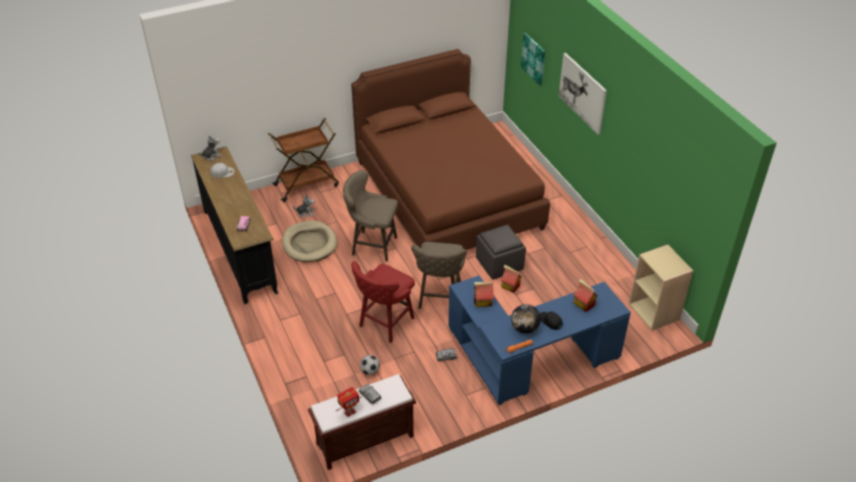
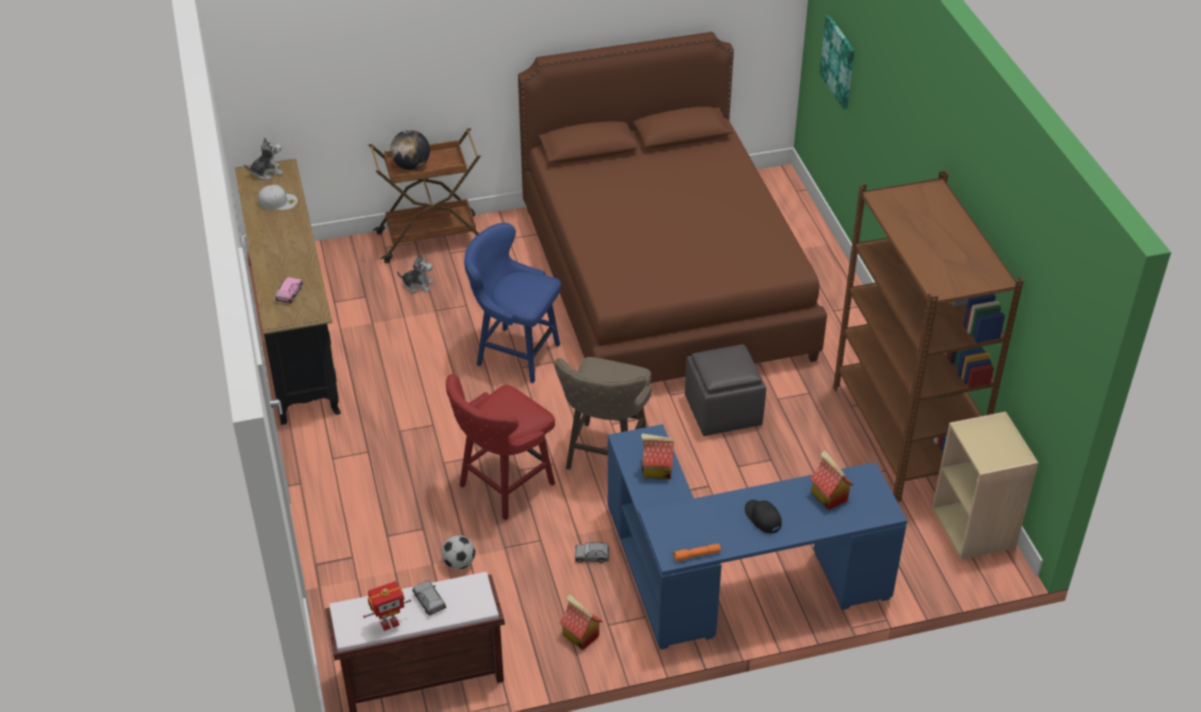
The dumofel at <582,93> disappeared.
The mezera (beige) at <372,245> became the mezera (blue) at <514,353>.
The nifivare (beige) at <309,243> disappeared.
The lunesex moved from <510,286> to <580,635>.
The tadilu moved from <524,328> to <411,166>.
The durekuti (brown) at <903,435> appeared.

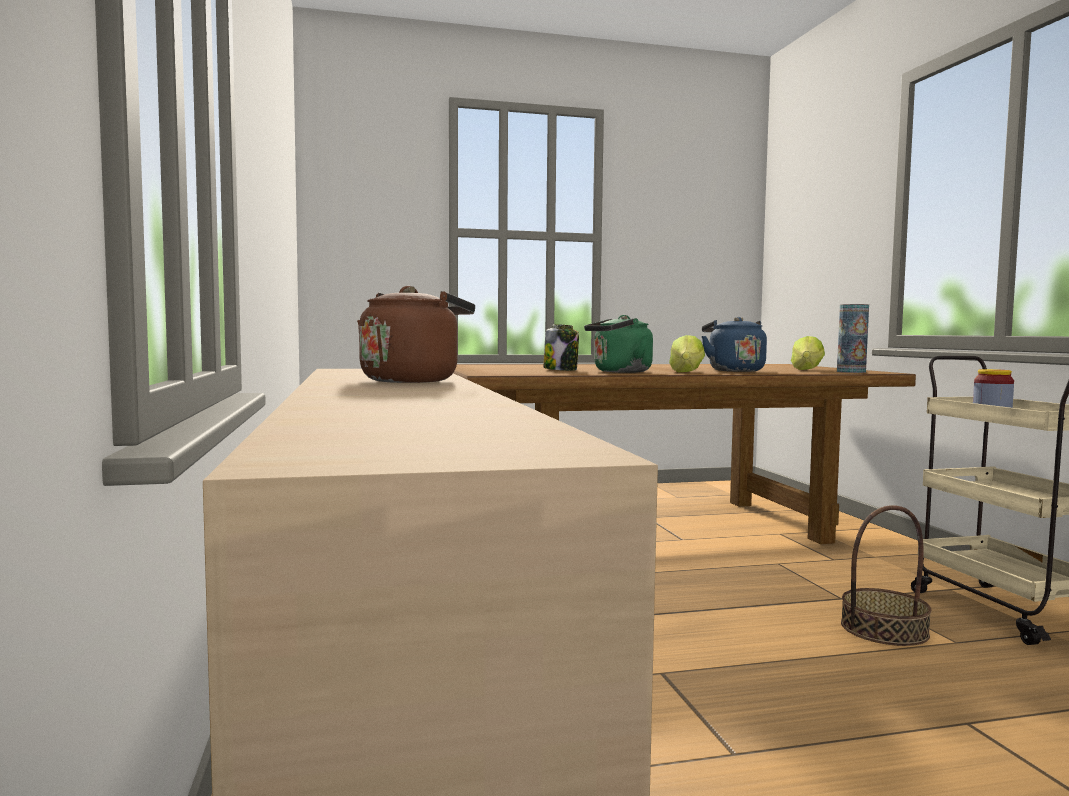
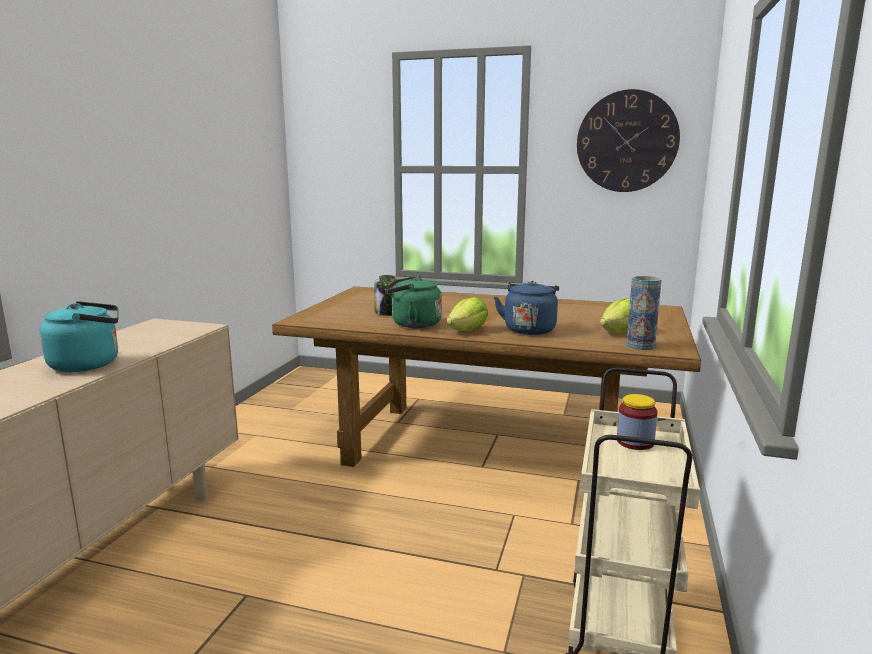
The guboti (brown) at <413,380> became the guboti (turquoise) at <89,364>.
The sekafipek at <884,629> disappeared.
The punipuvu at <627,141> appeared.

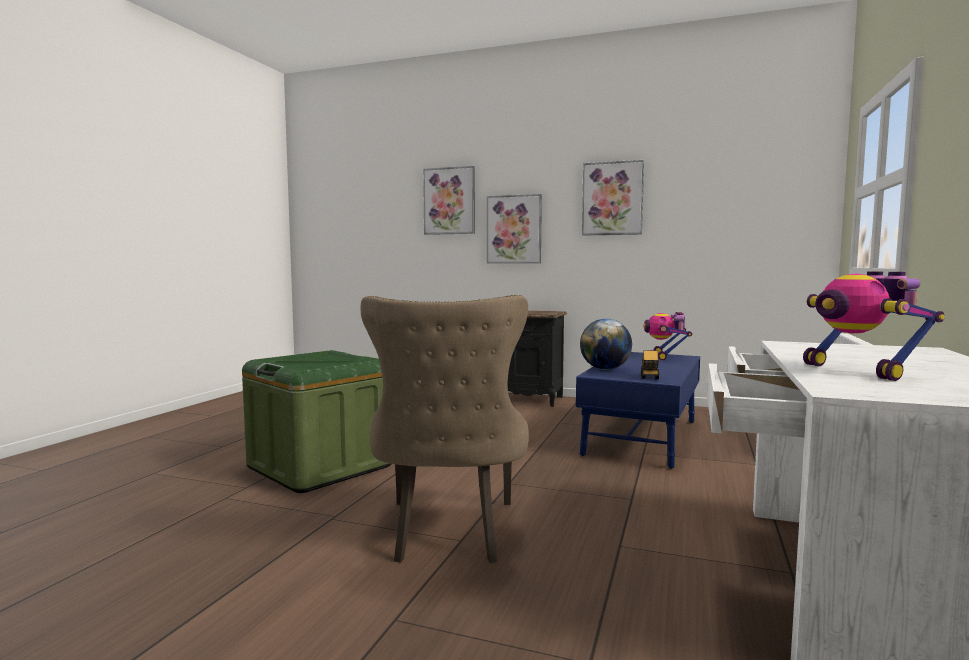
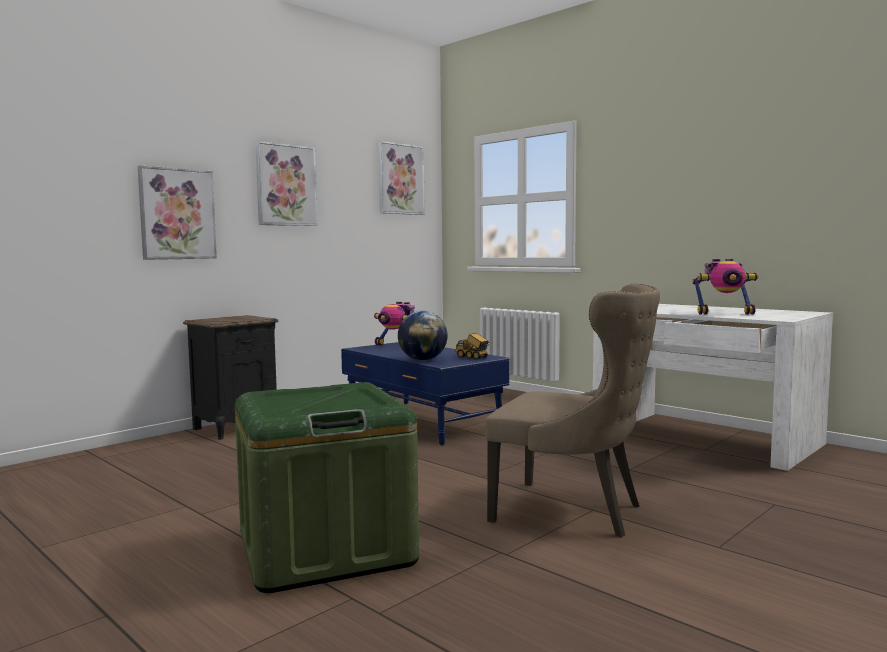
The dumofel moved from <449,201> to <400,179>.

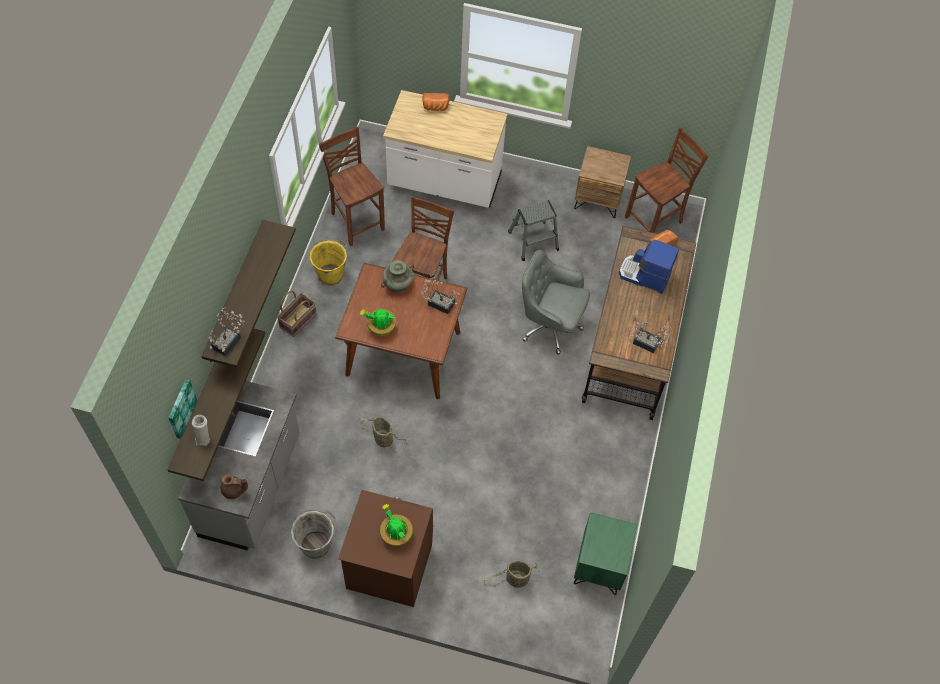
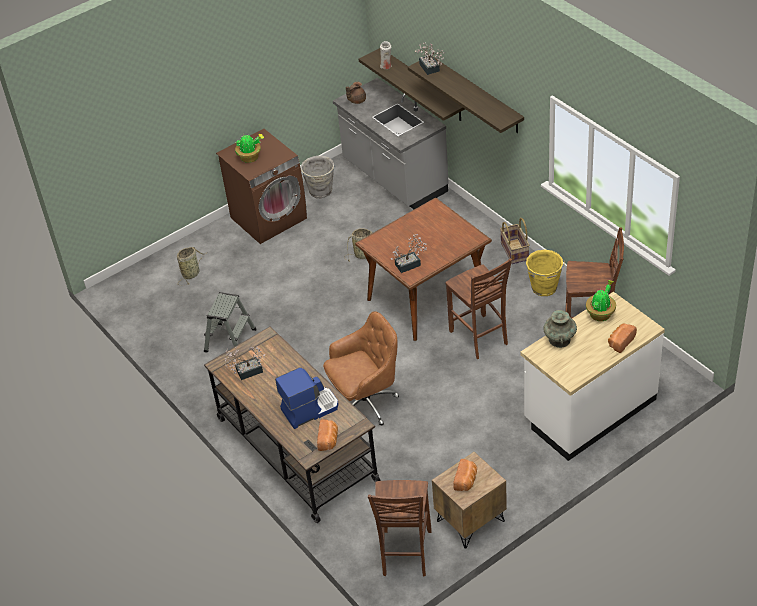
The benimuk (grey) moved from <533,240> to <230,340>.
The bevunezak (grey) at <550,326> became the bevunezak (brown) at <366,403>.
The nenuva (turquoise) moved from <398,285> to <559,339>.
The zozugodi moved from <380,328> to <601,314>.
The dumofel at <180,408> disappeared.
The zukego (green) at <600,566> disappeared.
The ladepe at <466,481> appeared.

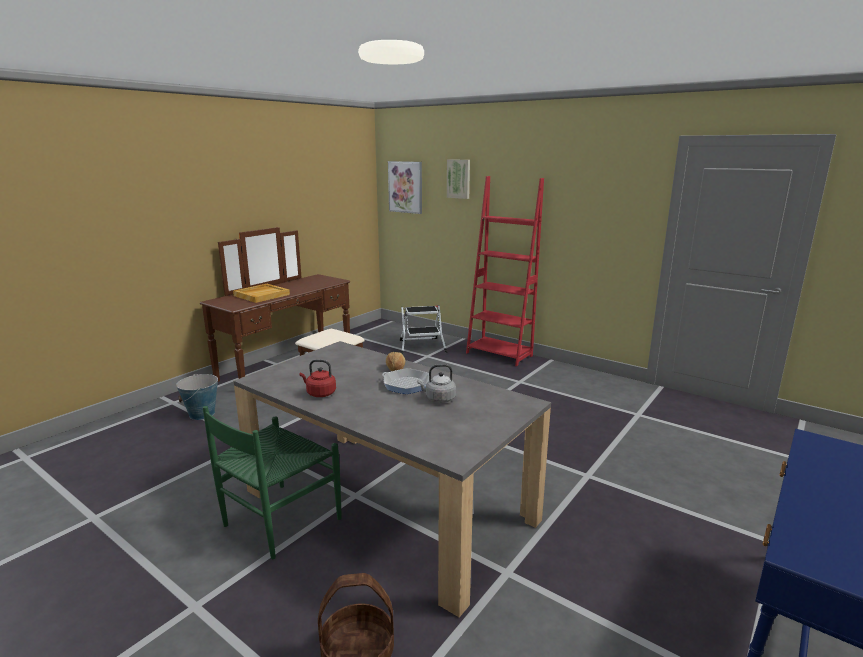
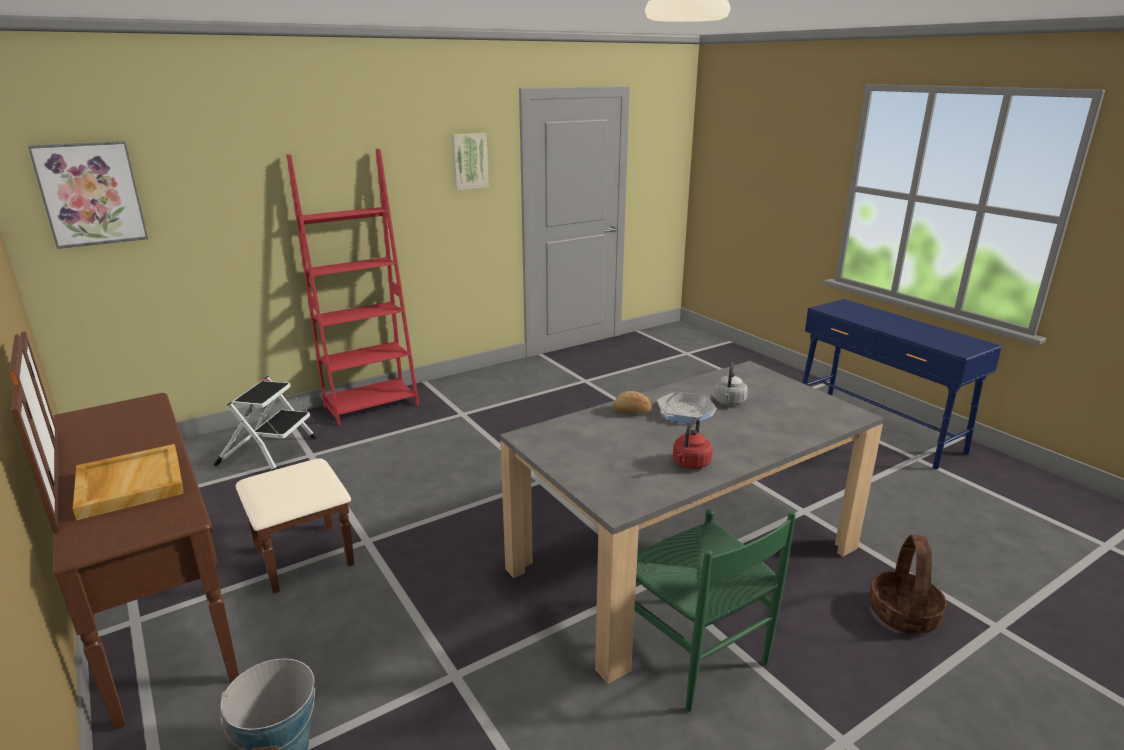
The dumofel moved from <459,179> to <469,161>.

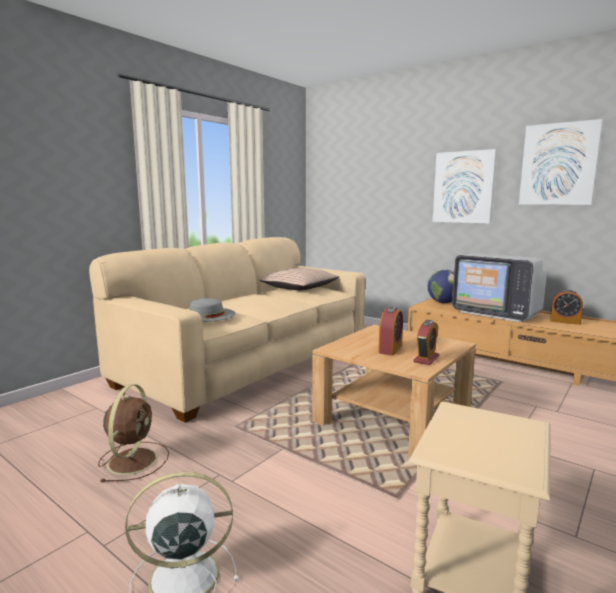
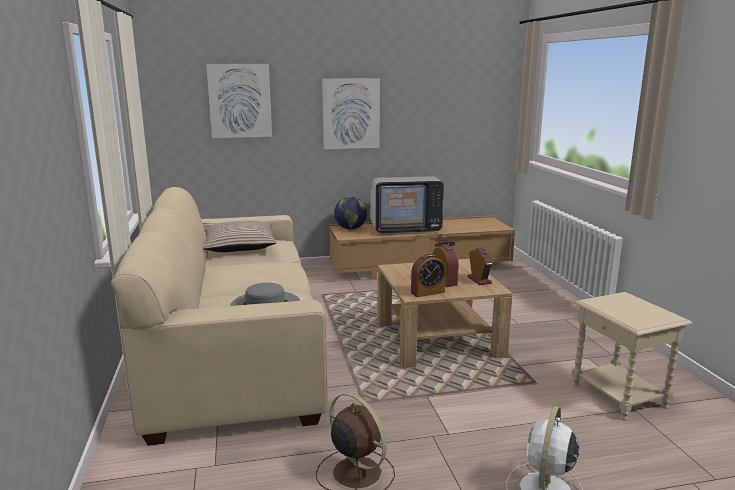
The dumofel moved from <558,164> to <240,101>.
The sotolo moved from <565,321> to <427,292>.

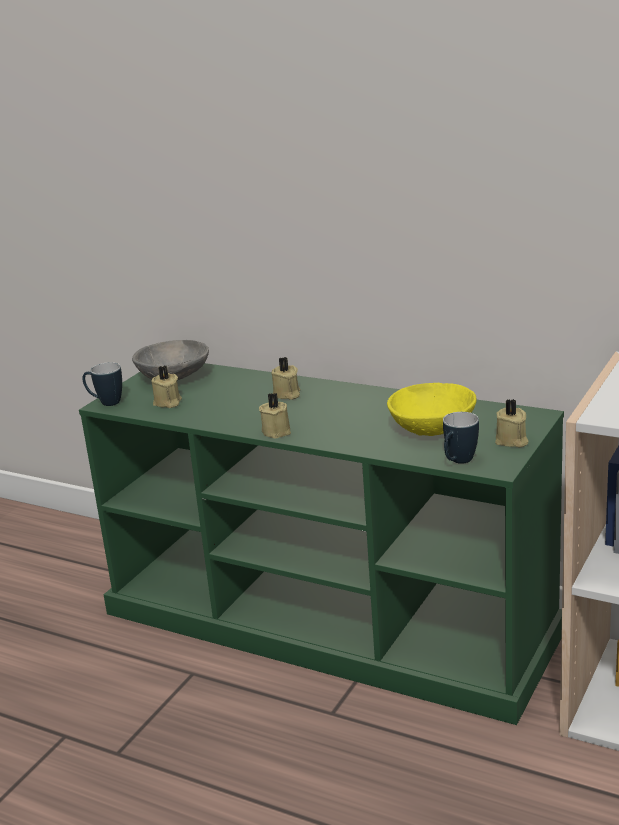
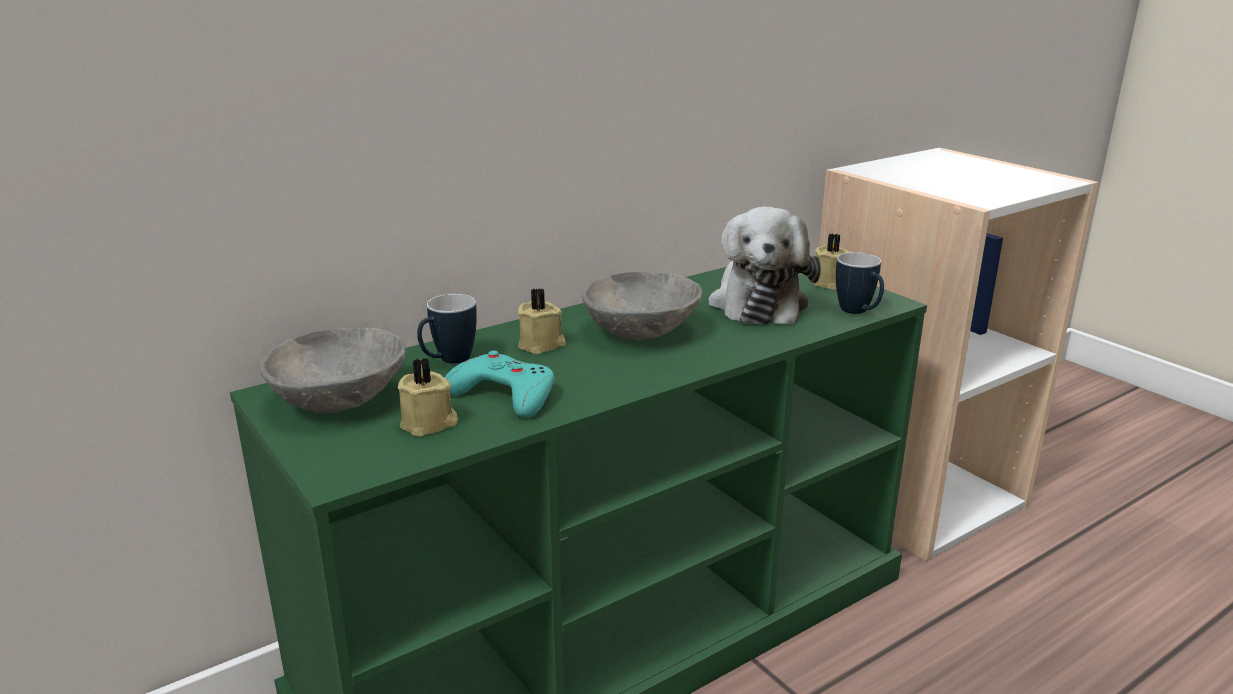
The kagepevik moved from <105,402> to <448,361>.
The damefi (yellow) at <433,428> was replaced by the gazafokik at <758,302>.
The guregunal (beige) at <277,431> disappeared.
The damefi (grey) at <643,331> appeared.
The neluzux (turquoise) at <504,394> appeared.

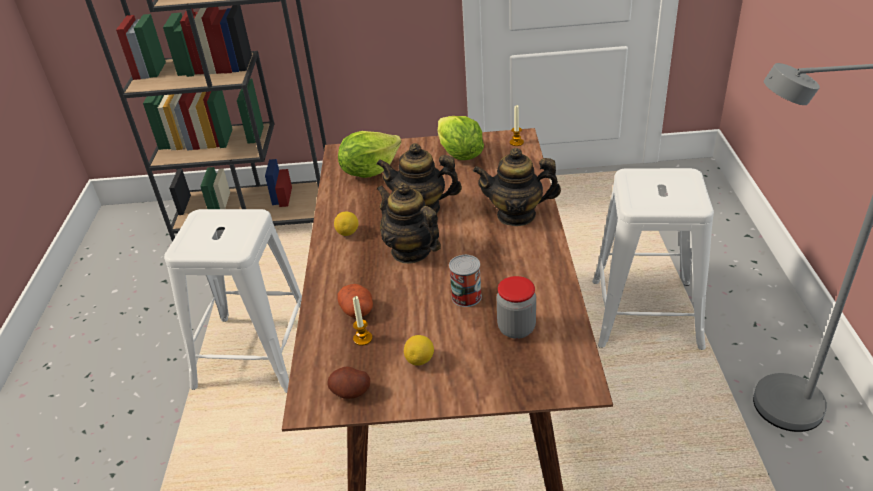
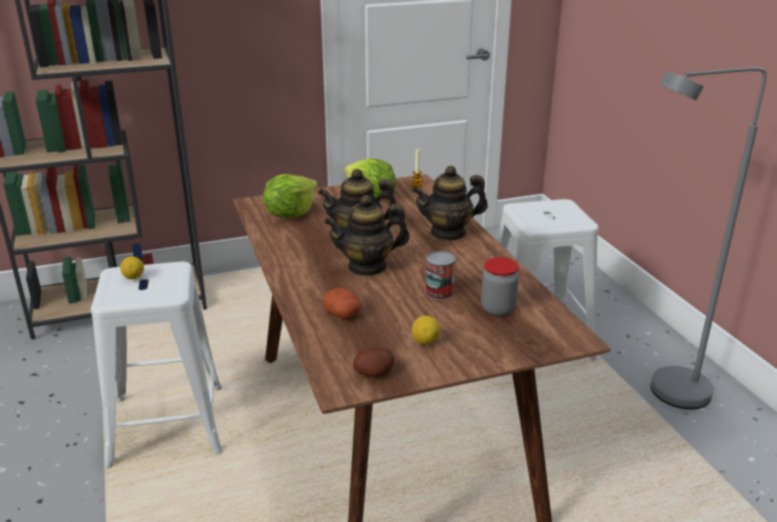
The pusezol at <411,251> turned 45 degrees counterclockwise.
The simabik moved from <348,233> to <134,277>.
The guregunal at <362,338> disappeared.

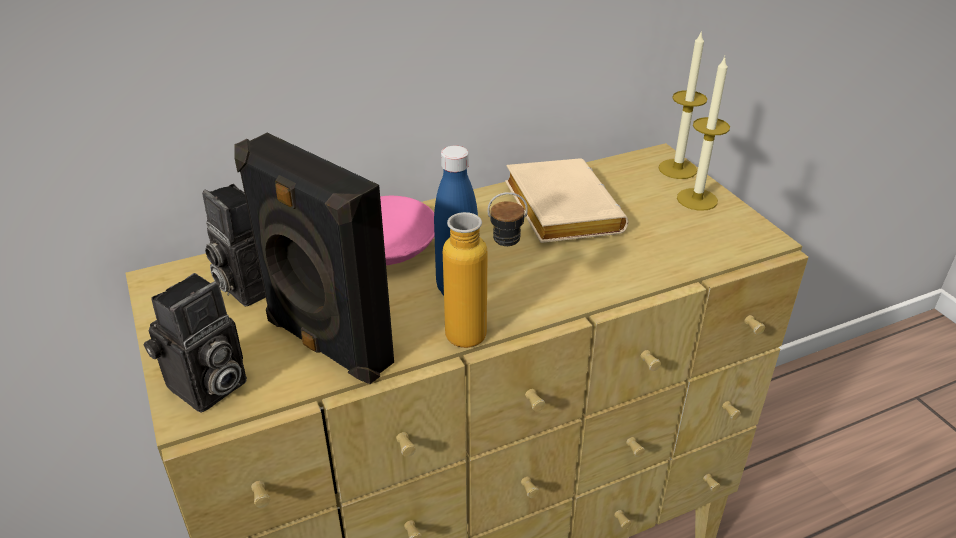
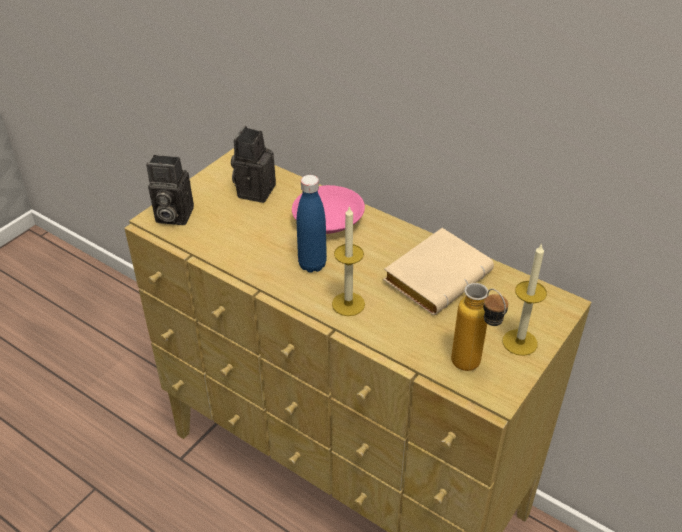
The guregunal moved from <677,169> to <348,304>.
The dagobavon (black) at <326,344> disappeared.
The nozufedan moved from <483,335> to <473,369>.

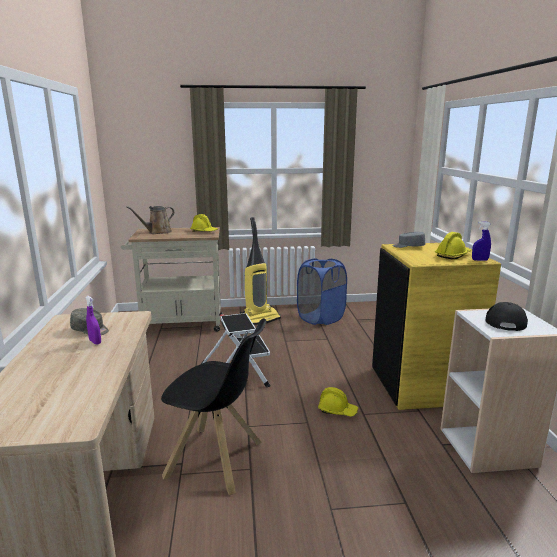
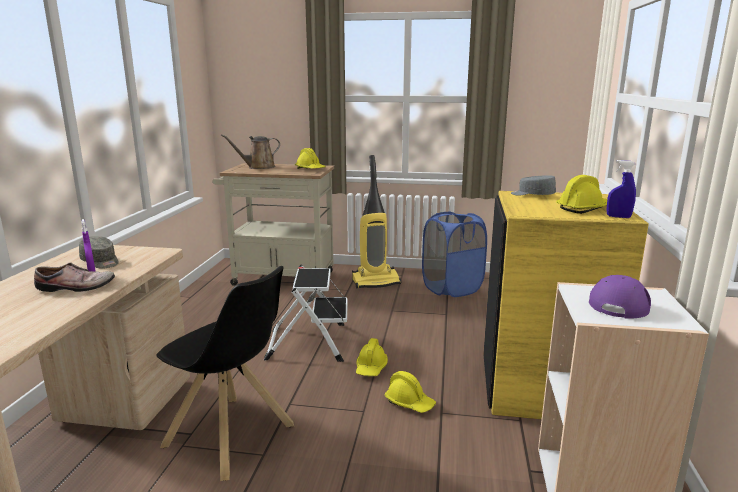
The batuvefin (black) at <505,320> became the batuvefin (purple) at <620,303>.
The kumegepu at <75,287> appeared.
The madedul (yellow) at <371,368> appeared.

